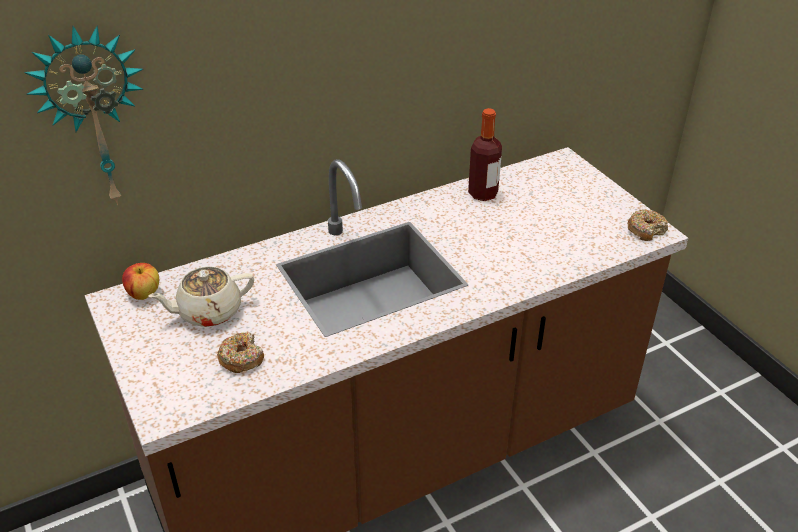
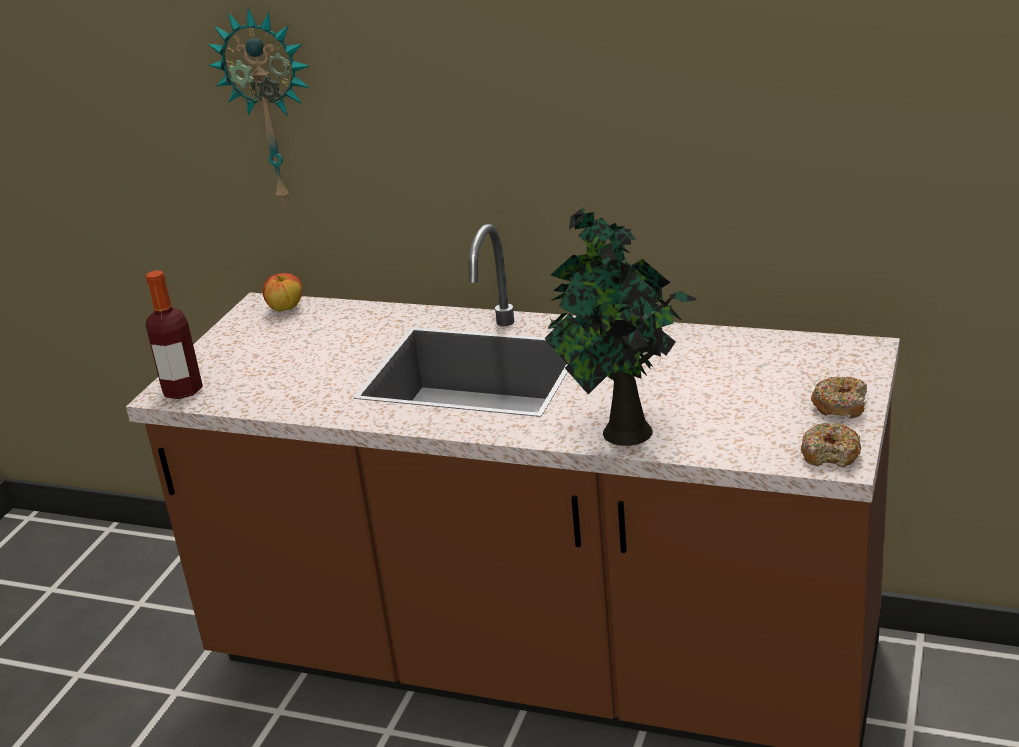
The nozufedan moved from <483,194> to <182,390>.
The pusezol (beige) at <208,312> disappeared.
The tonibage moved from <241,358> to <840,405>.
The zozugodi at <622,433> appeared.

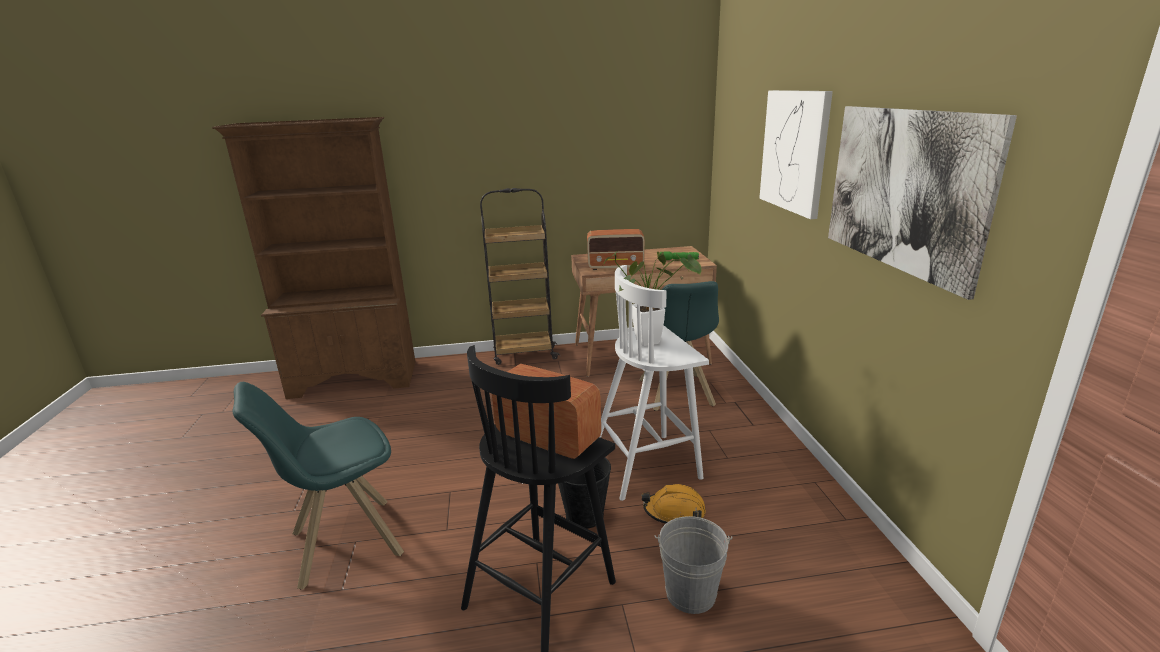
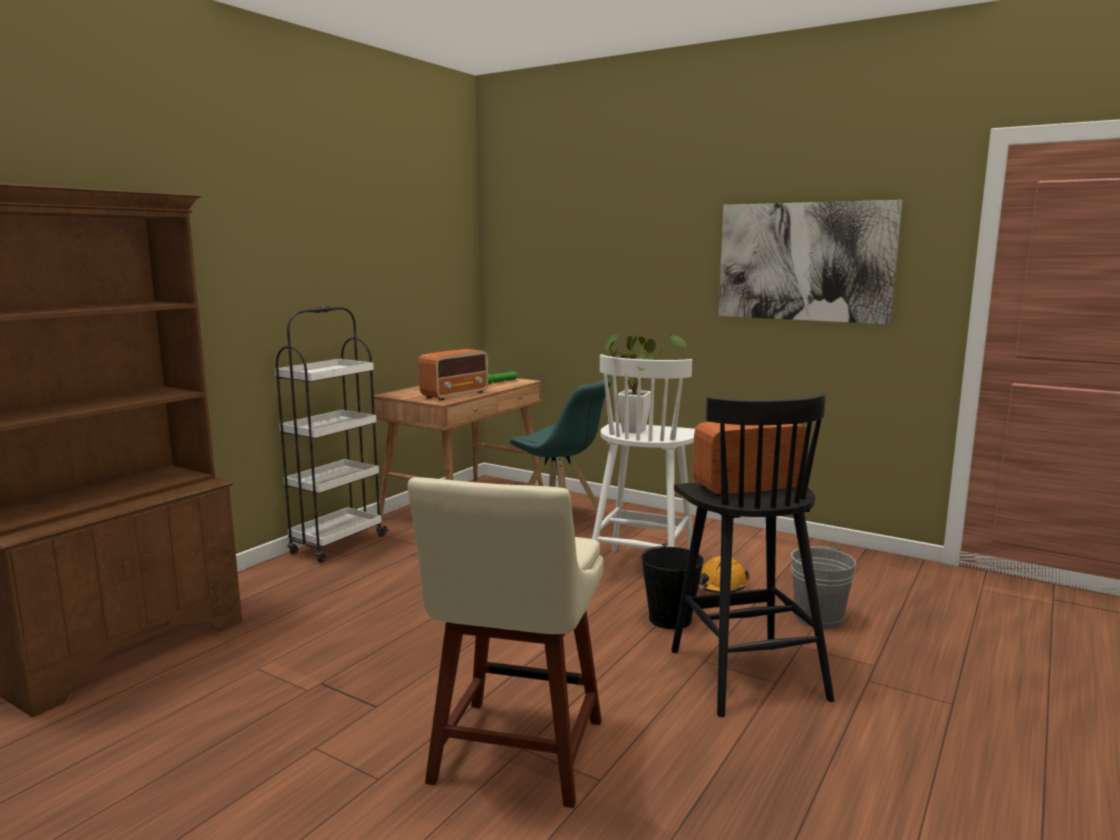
The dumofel at <794,151> disappeared.
The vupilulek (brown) at <524,355> became the vupilulek (white) at <337,545>.
The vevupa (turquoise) at <345,543> was replaced by the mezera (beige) at <514,756>.

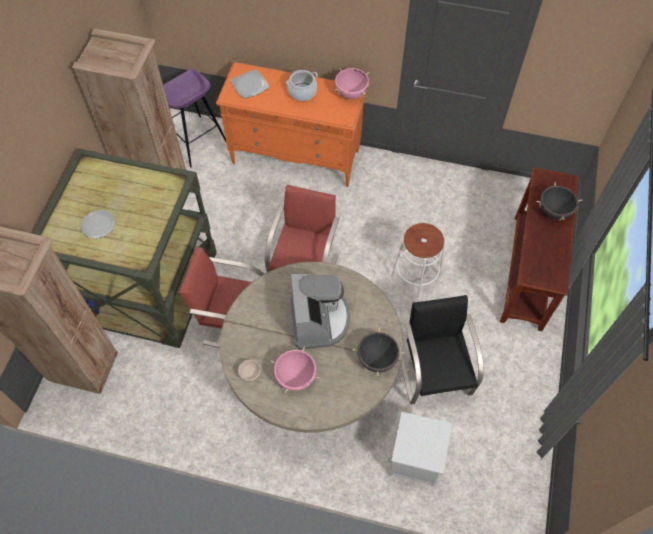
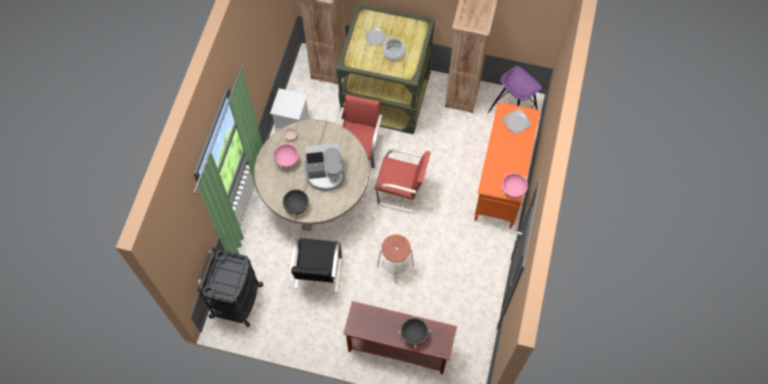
The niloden moved from <302,92> to <393,53>.
The vevupa (black) at <435,373> turned 105 degrees clockwise.
The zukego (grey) moved from <413,460> to <291,121>.
The vupilulek (black) at <237,300> appeared.

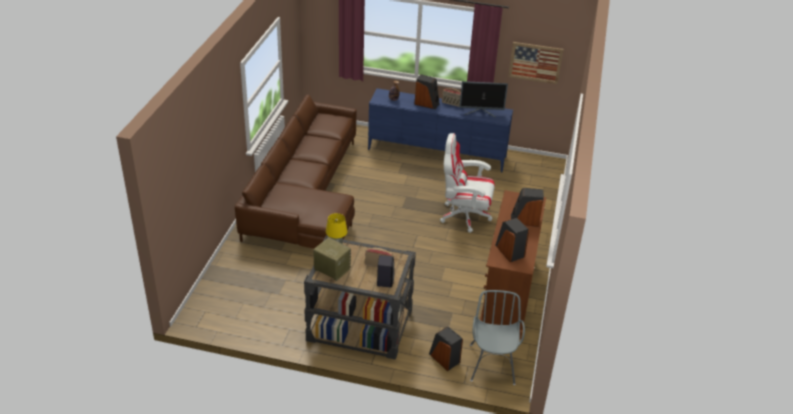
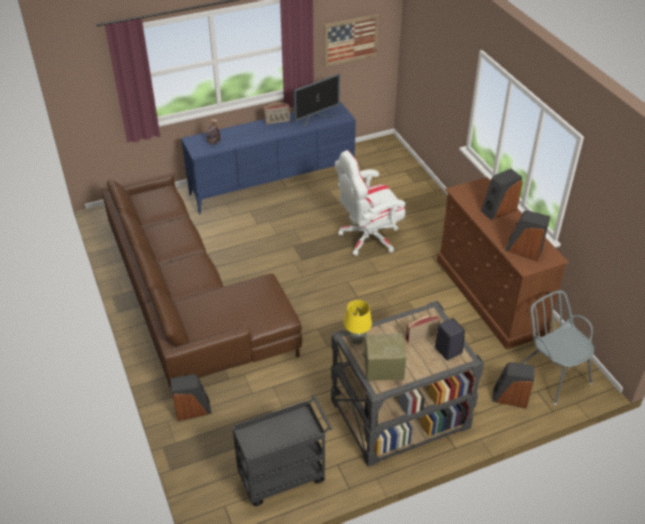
The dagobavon moved from <426,104> to <192,409>.
The vupilulek (grey) at <284,479> appeared.

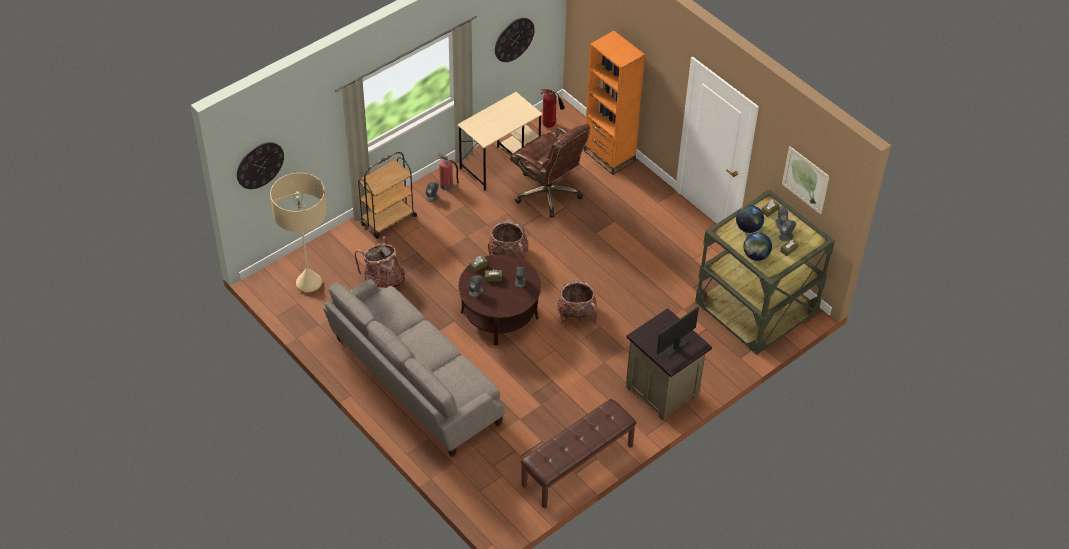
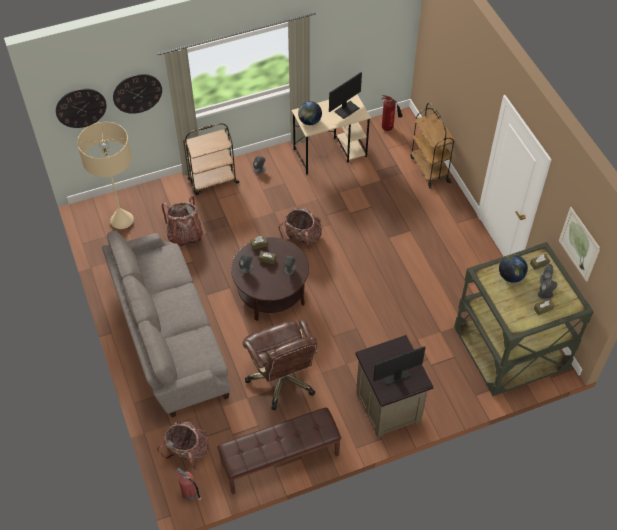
The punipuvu moved from <514,39> to <137,93>.
The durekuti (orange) at <609,156> was replaced by the vupilulek (brown) at <429,169>.
The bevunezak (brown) moved from <548,192> to <282,378>.
The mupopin moved from <447,185> to <190,493>.
The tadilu moved from <755,256> to <309,121>.
The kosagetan moved from <576,315> to <187,451>.
The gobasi at <346,109> appeared.

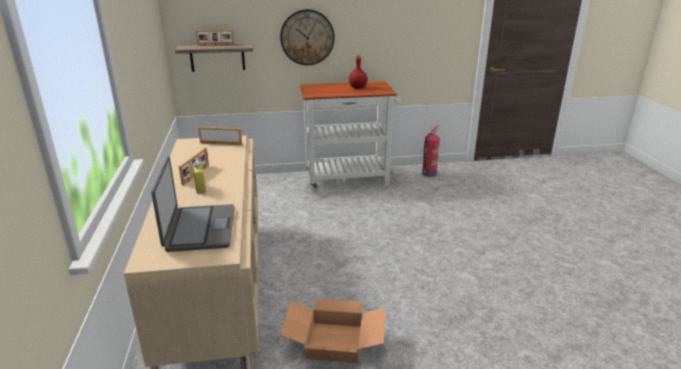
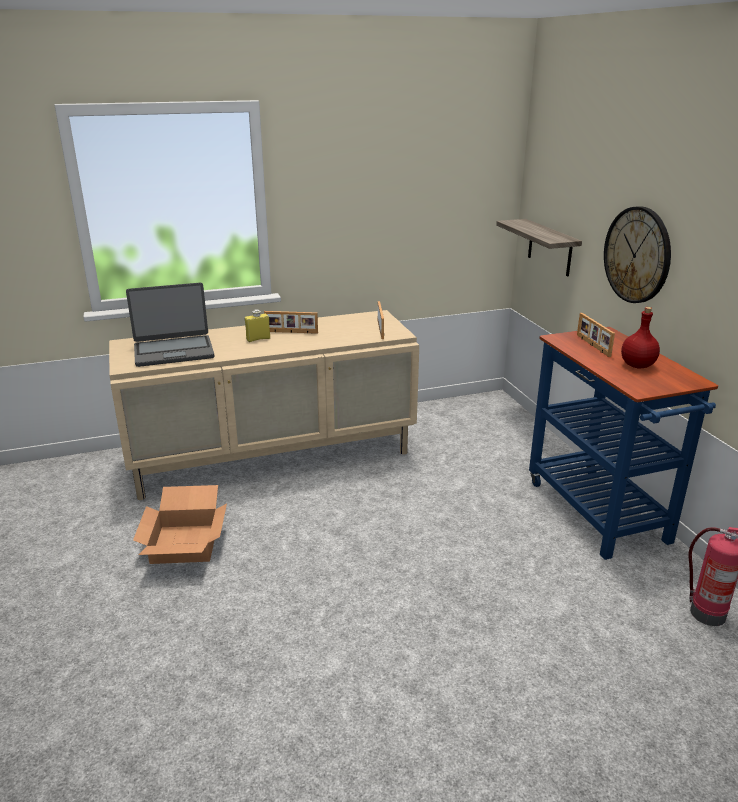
The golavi moved from <215,45> to <592,345>.
The vupilulek (white) at <348,179> became the vupilulek (blue) at <598,512>.

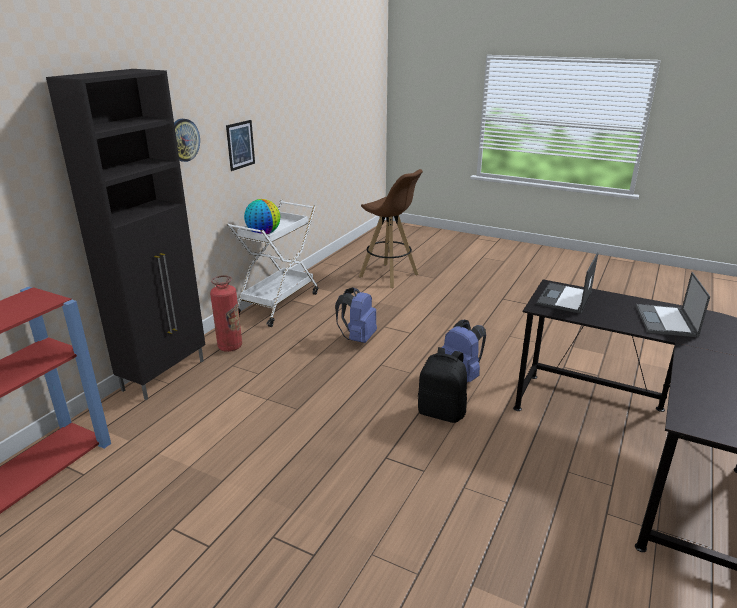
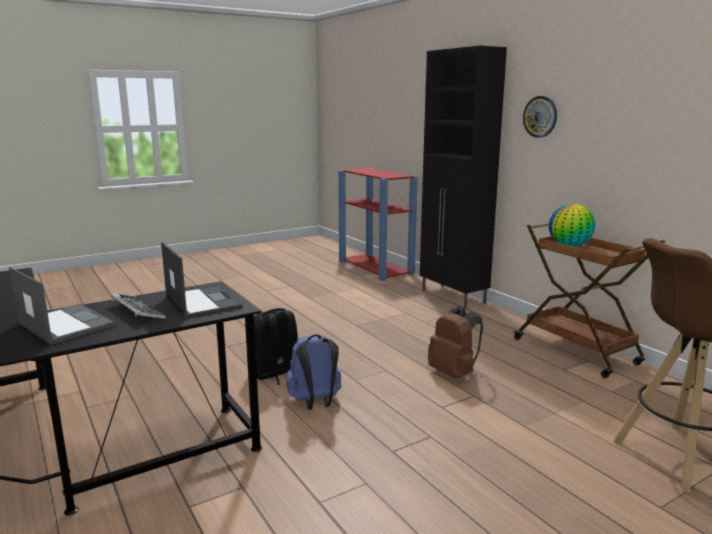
The dumofel at <240,145> disappeared.
The vupilulek (white) at <279,305> became the vupilulek (brown) at <575,352>.
The mupopin at <230,346> disappeared.
The kosagetan (blue) at <358,338> became the kosagetan (brown) at <454,373>.
The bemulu at <137,311> appeared.

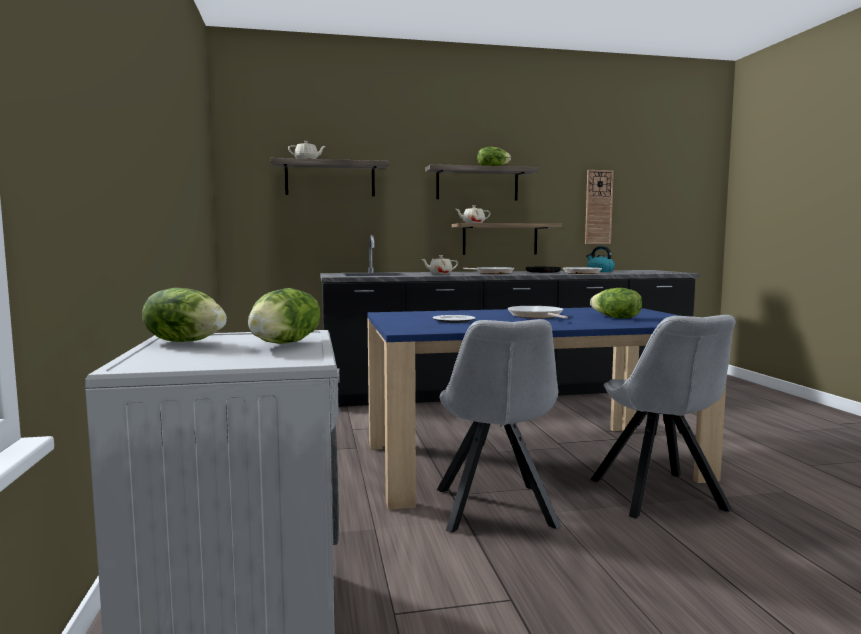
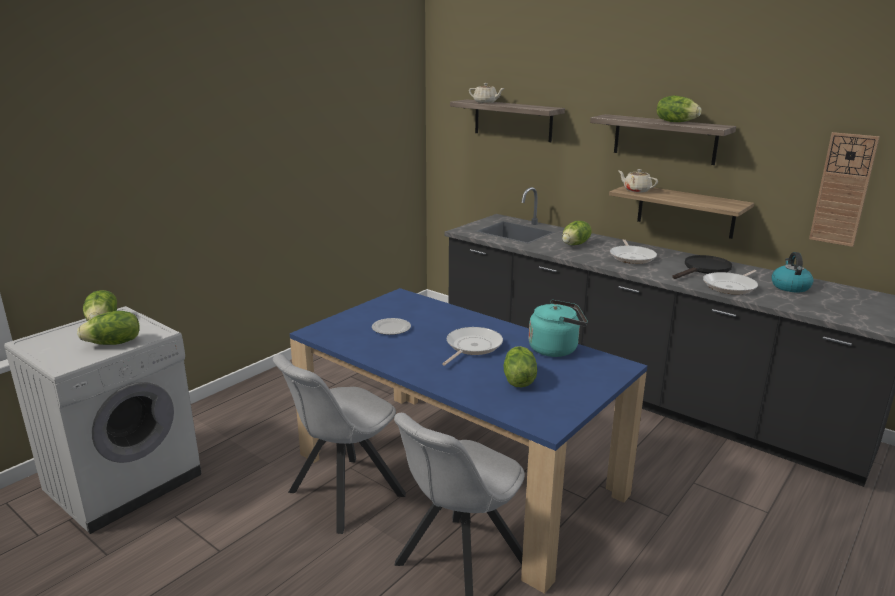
The pusezol (beige) at <440,273> was replaced by the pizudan at <575,244>.
The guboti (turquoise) at <556,349> appeared.

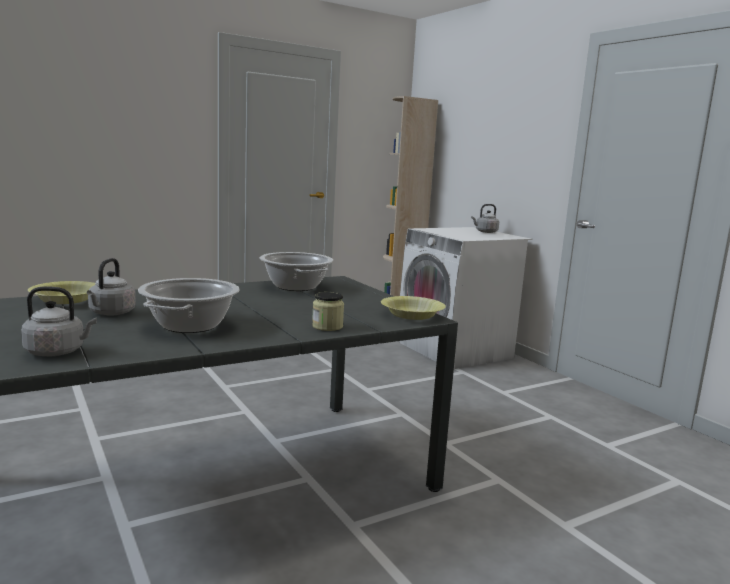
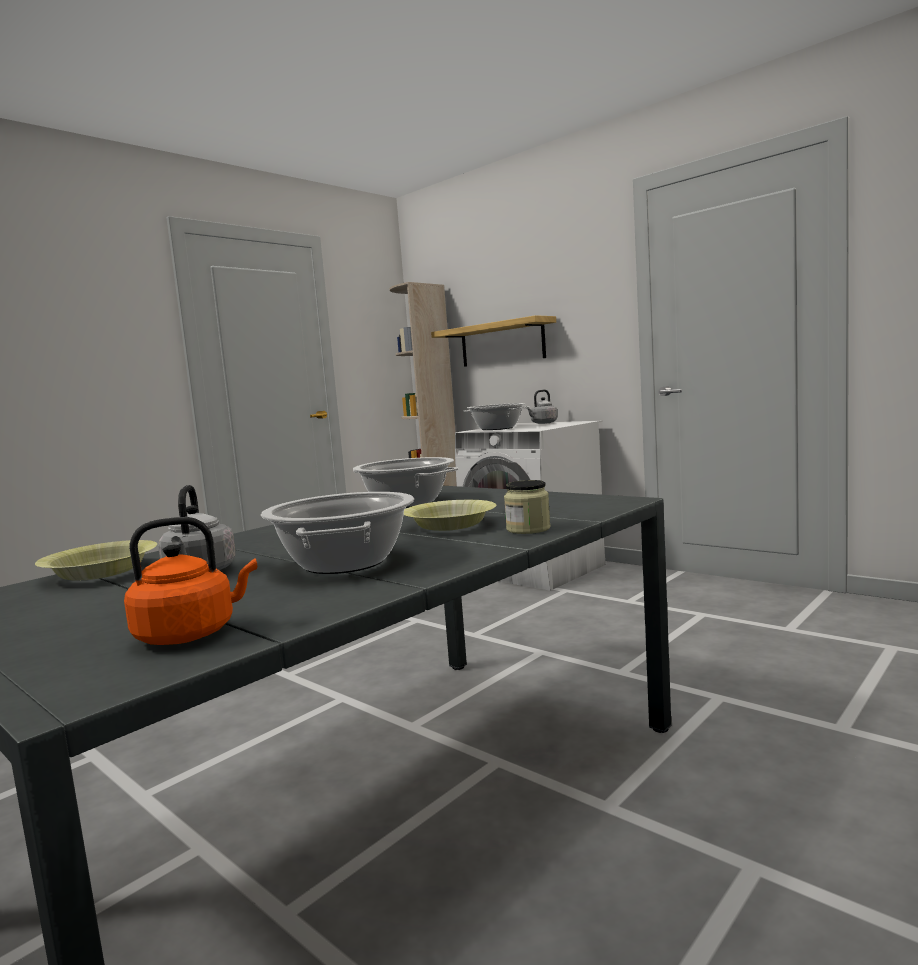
The guboti (grey) at <58,352> became the guboti (orange) at <191,634>.
The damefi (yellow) moved from <412,315> to <450,526>.
The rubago at <502,343> appeared.
The niloden at <497,428> appeared.

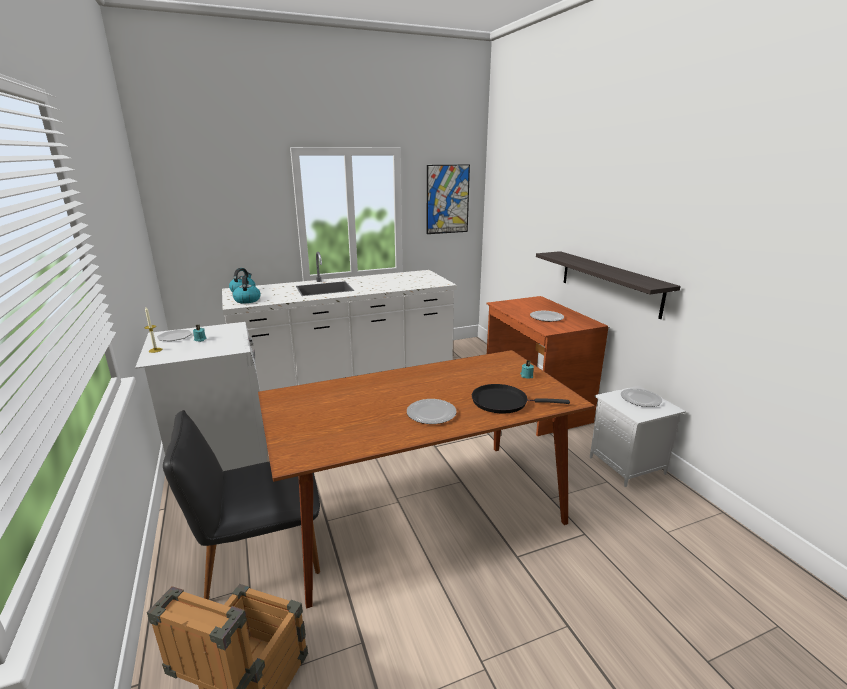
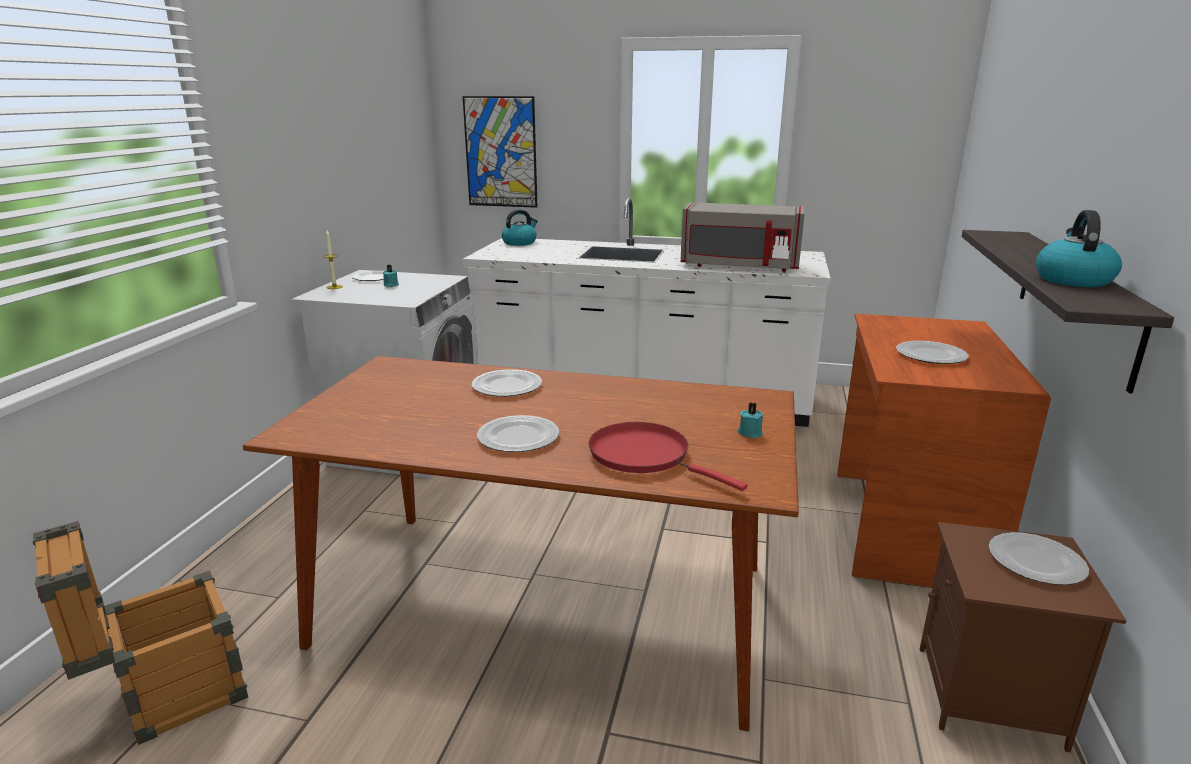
The dumofel moved from <447,199> to <501,152>.
The guboti moved from <247,300> to <1072,279>.
The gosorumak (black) at <503,402> became the gosorumak (red) at <645,456>.
The zukego (grey) at <629,466> became the zukego (brown) at <992,699>.
The vevupa (black) at <262,553> disappeared.
The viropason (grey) at <739,266> appeared.
The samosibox at <508,386> appeared.

